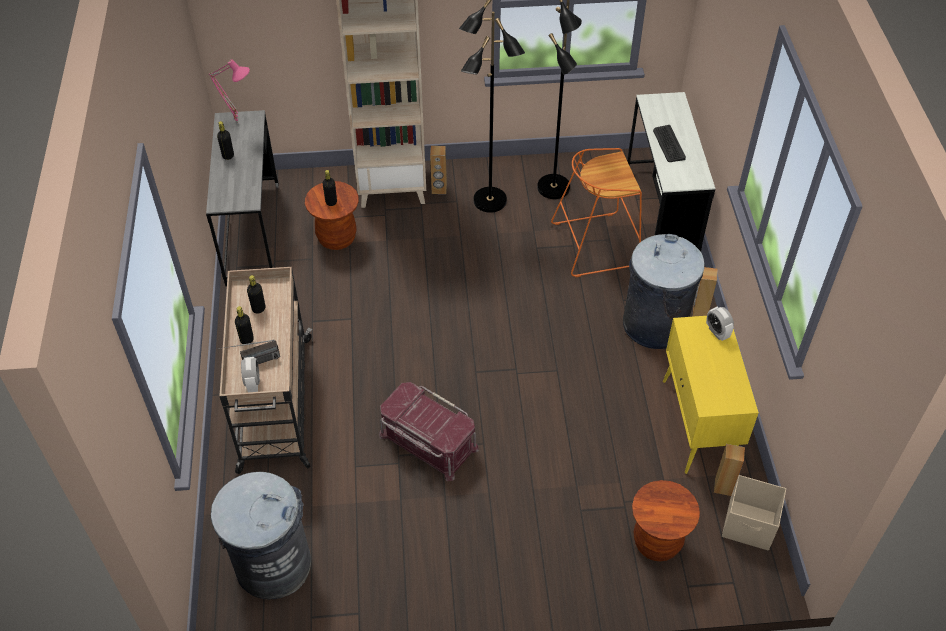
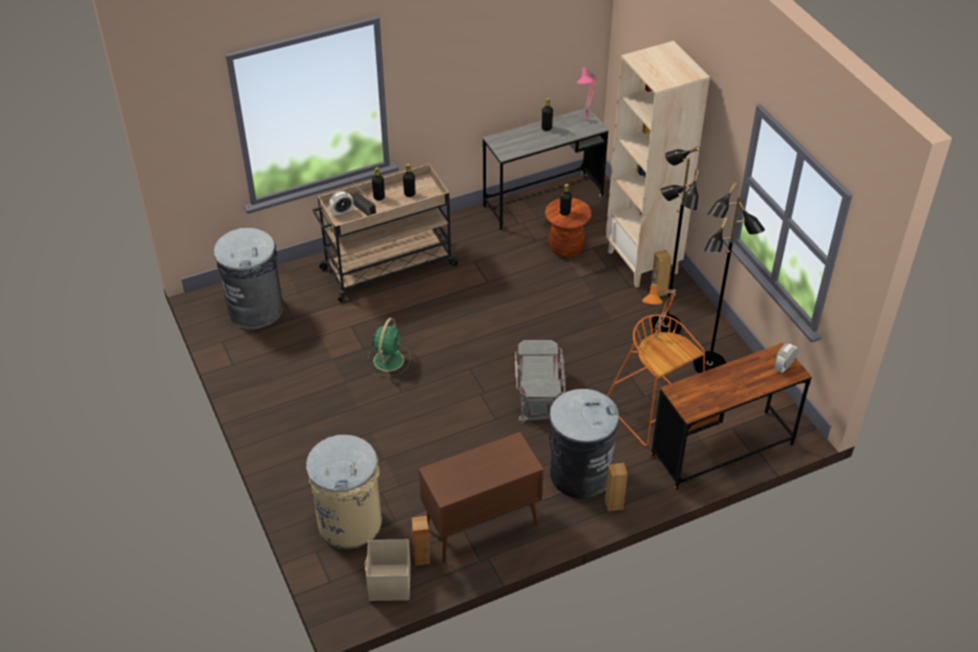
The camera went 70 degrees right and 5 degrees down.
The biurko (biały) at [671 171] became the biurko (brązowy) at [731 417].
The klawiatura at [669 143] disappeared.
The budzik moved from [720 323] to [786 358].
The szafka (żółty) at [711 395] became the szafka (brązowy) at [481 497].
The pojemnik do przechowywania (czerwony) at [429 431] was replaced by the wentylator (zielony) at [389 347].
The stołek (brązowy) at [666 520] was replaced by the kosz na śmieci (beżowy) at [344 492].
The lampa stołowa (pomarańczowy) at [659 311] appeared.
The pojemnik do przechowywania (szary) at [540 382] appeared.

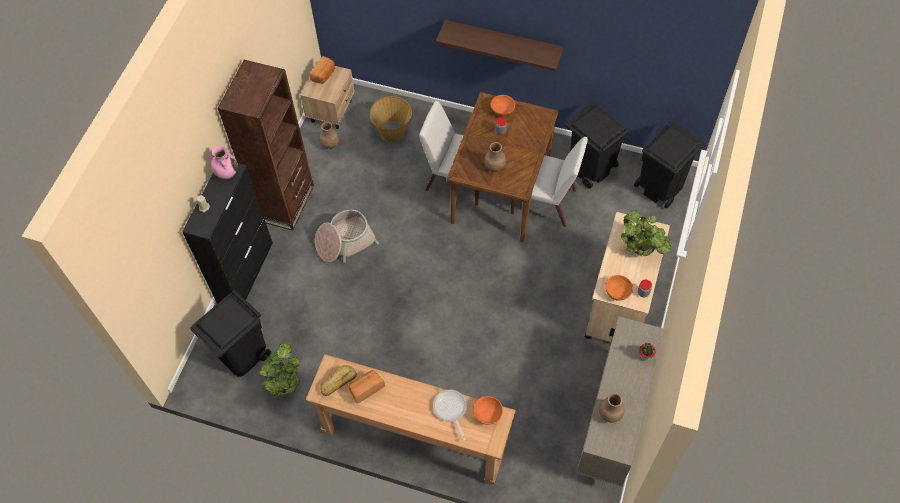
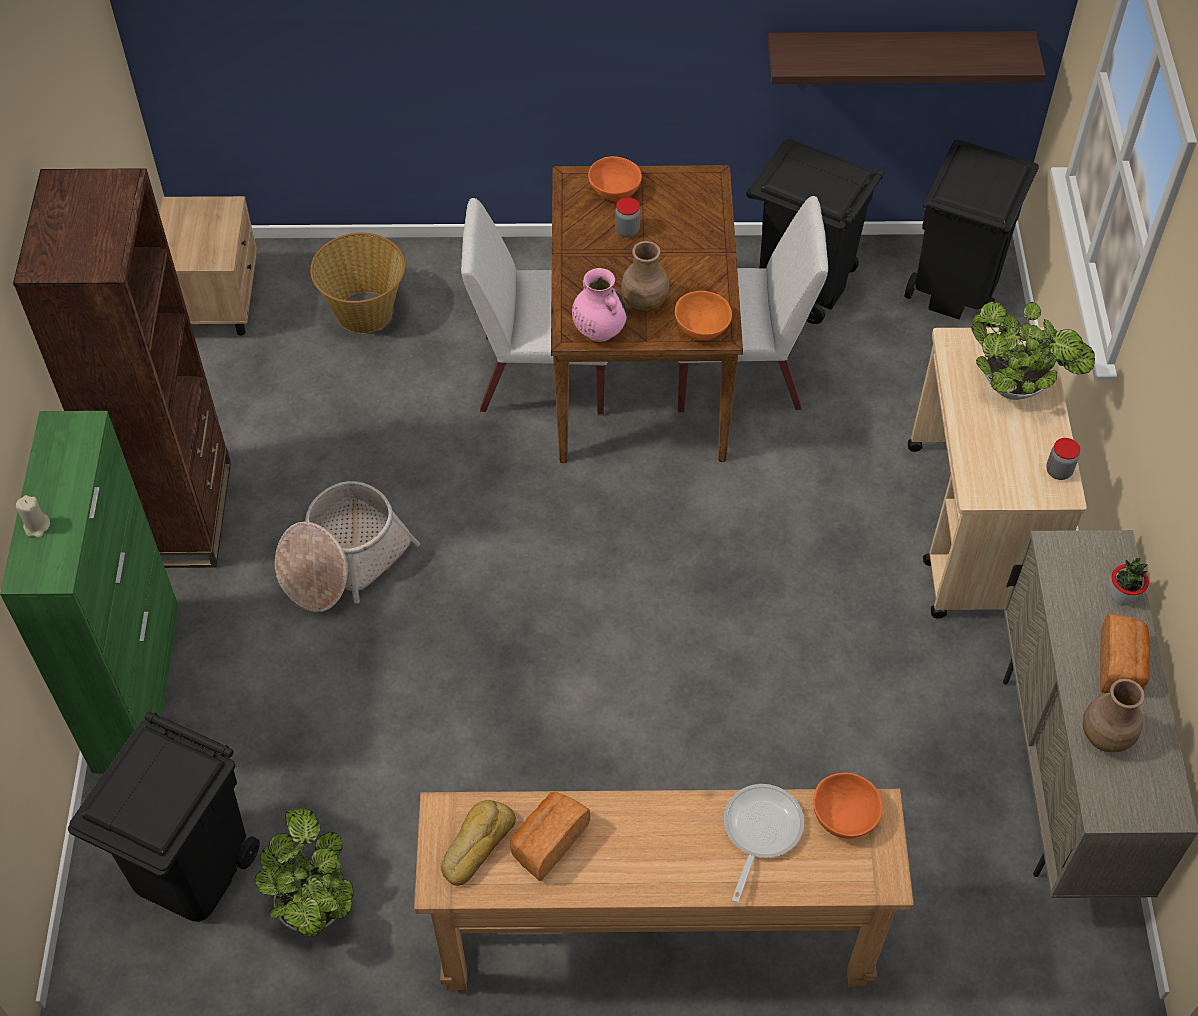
The camera went 20 degrees left and 5 degrees down.
The półka moved from [499 46] to [907 57].
The chleb moved from [322 70] to [1125 653].
The wazon (brązowy) at [329 135] disappeared.
The wazon (różowy) moved from [224 162] to [599 305].
The szafka (czarny) at [227 233] became the szafka (zielony) at [89 592].
The miska (pomarańczowy) moved from [619 288] to [703 315].
The patelnia at [450 415] turned 60 degrees clockwise.

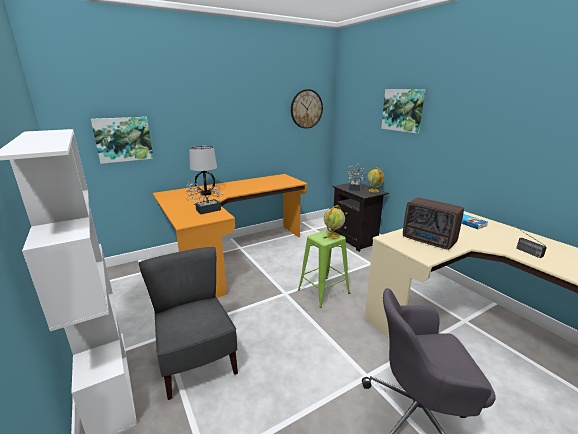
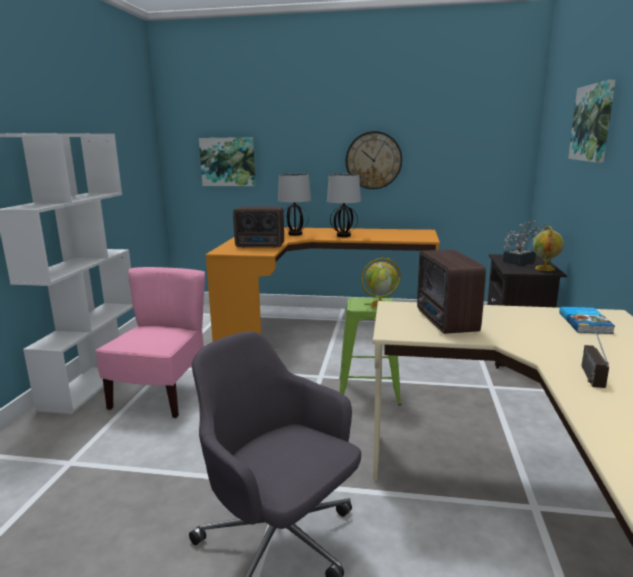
The camera went 40 degrees right and 5 degrees down.
The zegar ścienny moved from [307 109] to [374 160].
The roślina doniczkowa at [205 198] was replaced by the radio at [258 227].
The krzesło (szary) at [188 323] became the krzesło (różowy) at [150 342].
The lampa stołowa at [344 205] appeared.

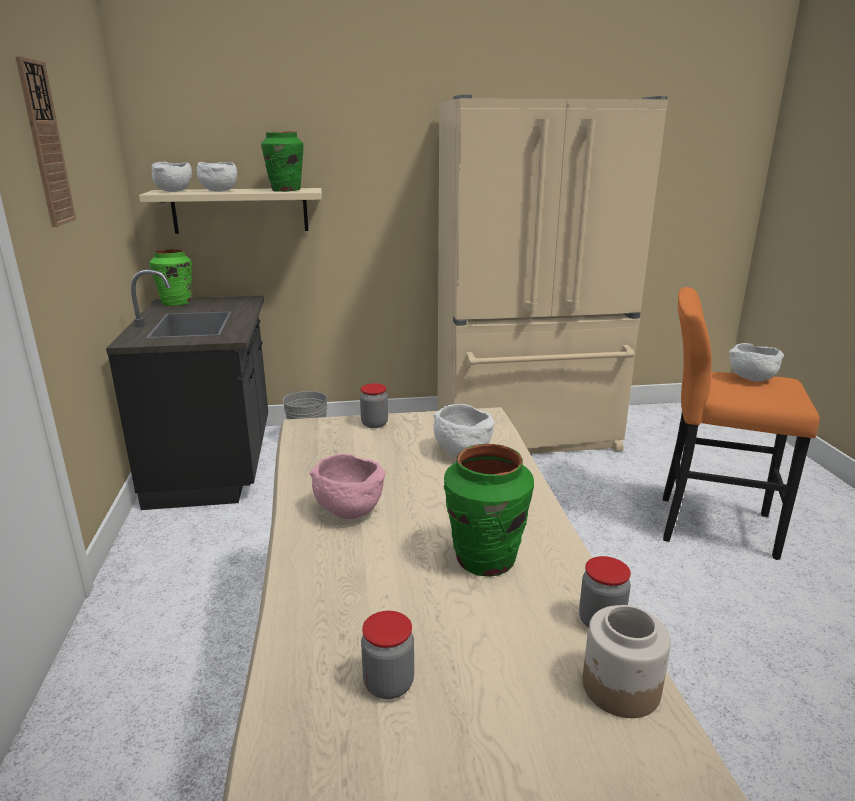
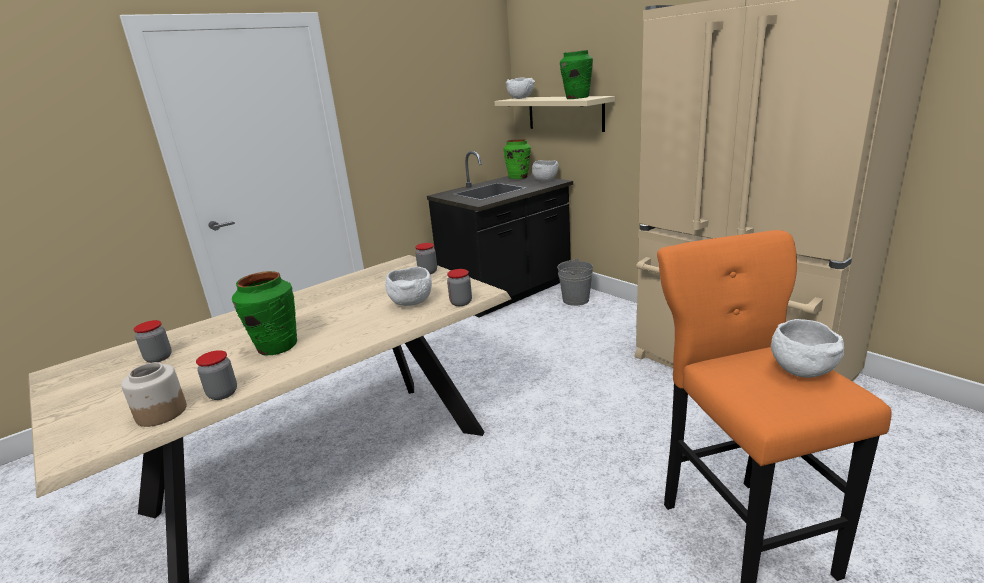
The camera went 60 degrees right and 0 degrees up.
The zegar ścienny at [45 141] disappeared.
The miska (biały) moved from [217 177] to [545 170].
The miska (różowy) at [348 486] disappeared.
The słoik at [459 287] appeared.

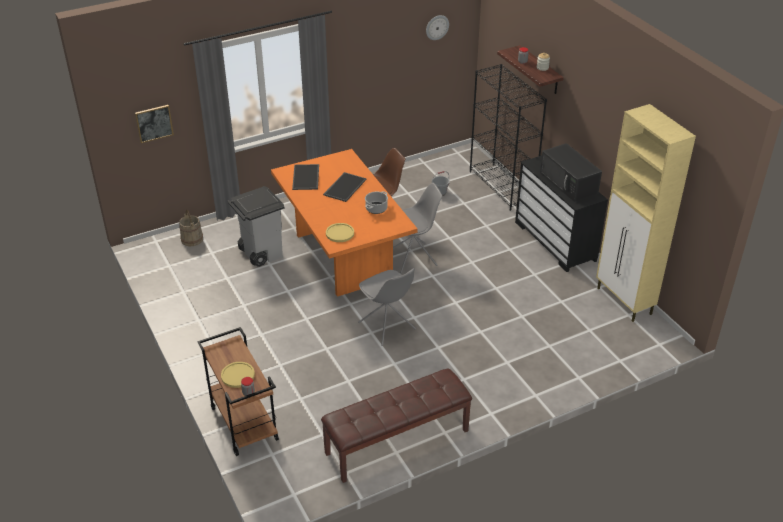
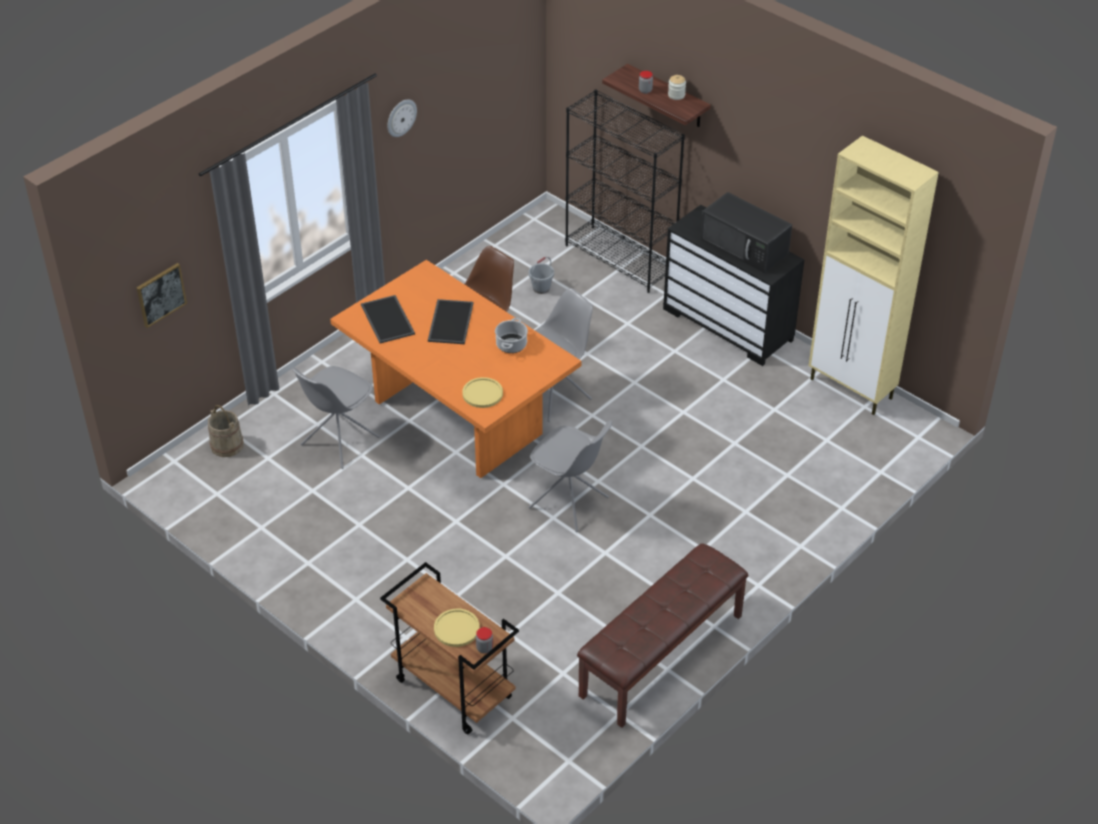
The camera went 20 degrees left and 5 degrees up.
The zegar ścienny moved from [437 27] to [402 118].
The kosz na śmieci (szary) at [256 226] was replaced by the krzesło (szary) at [336 417].

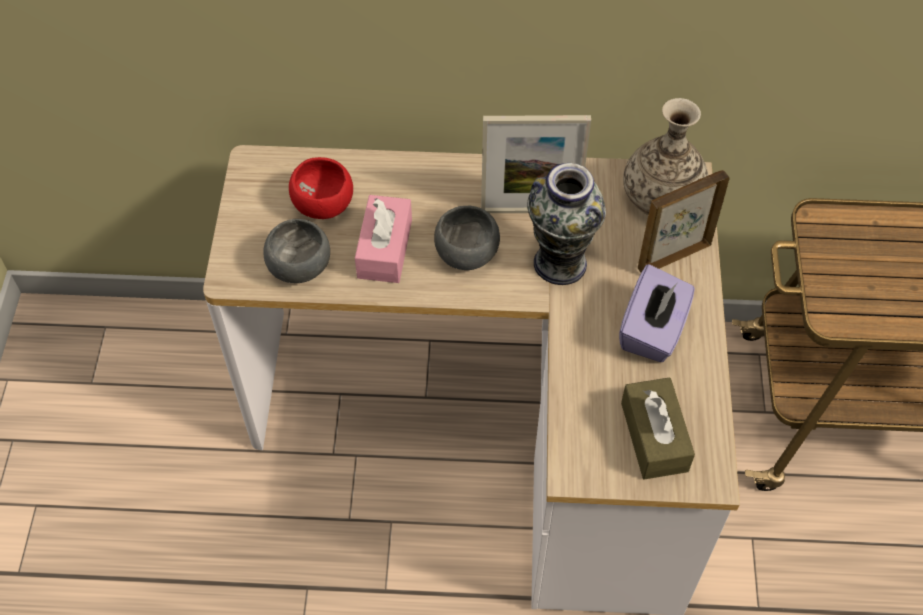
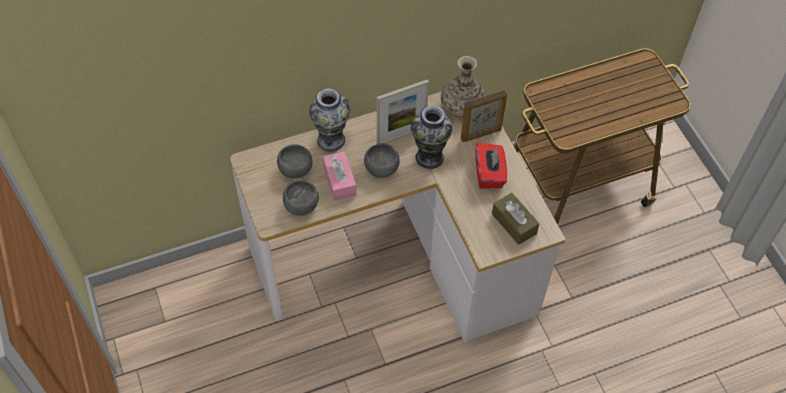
The camera went 25 degrees left and 0 degrees up.
The miska (czerwony) at [321 188] became the miska (szary) at [294 161].
The ramka na zdjęcie at [684 221] turned 150 degrees counterclockwise.
The pudełko chusteczek (fioletowy) at [657 313] became the pudełko chusteczek (czerwony) at [491 165].
The wazon at [329 120] appeared.

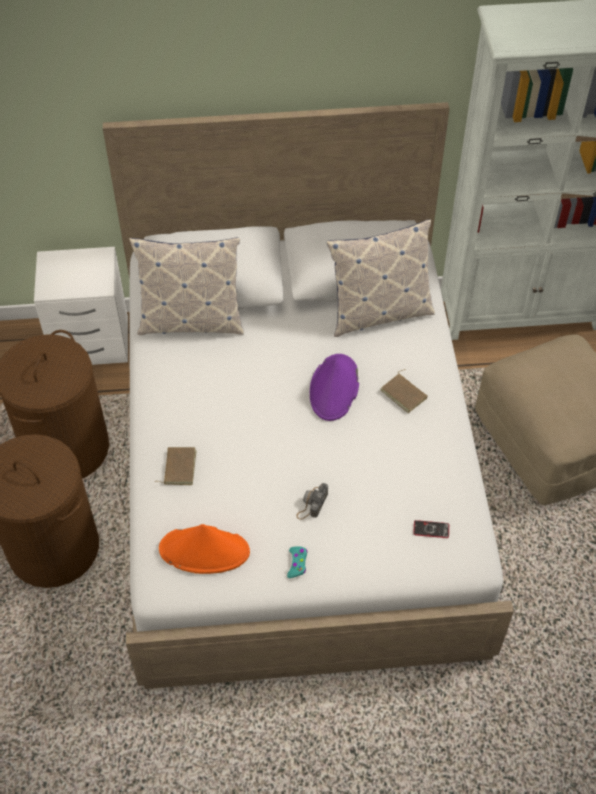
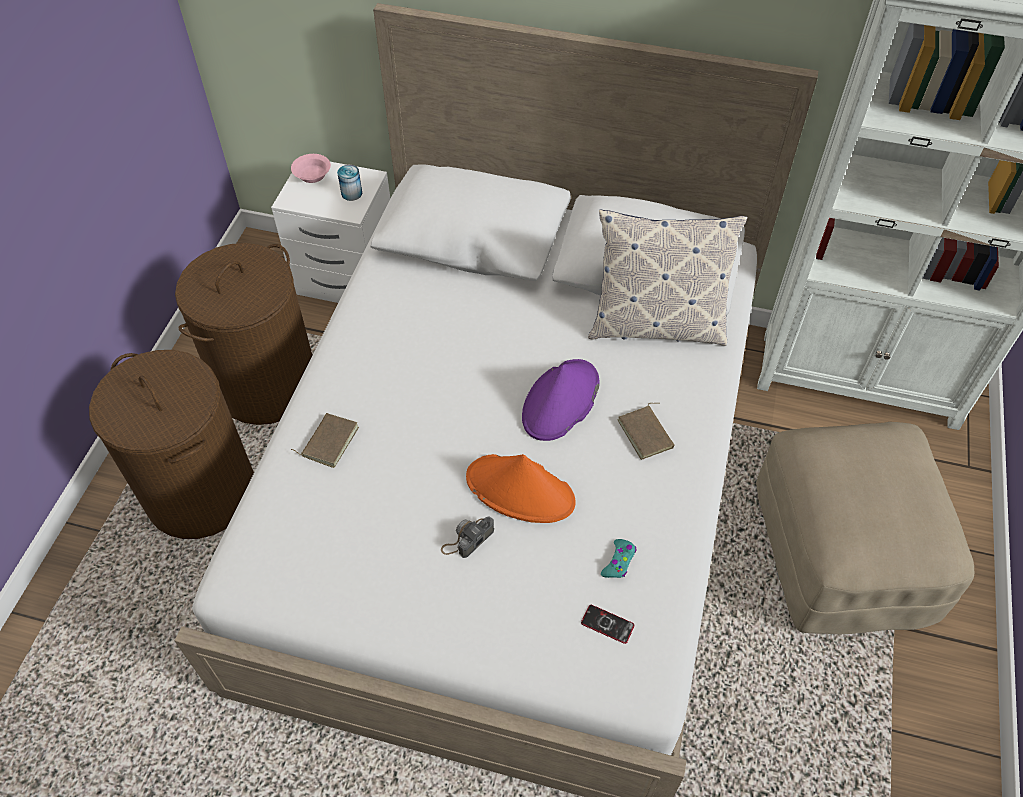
The camera went 20 degrees right and 0 degrees up.
The poduszka at [186 286] disappeared.
The kapelusz (pomarańczowy) moved from [204 549] to [520 488].
The pad do gier (turkusowy) moved from [297 562] to [618 558].
The miska (różowy) at [311 168] appeared.
The puszka at [349 183] appeared.

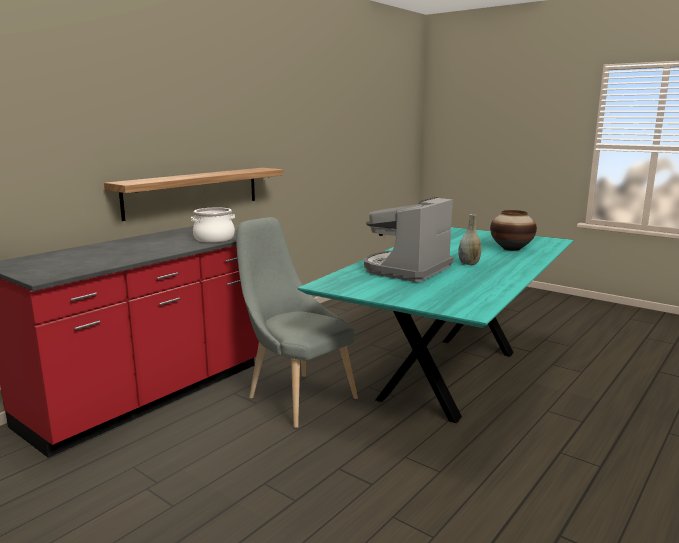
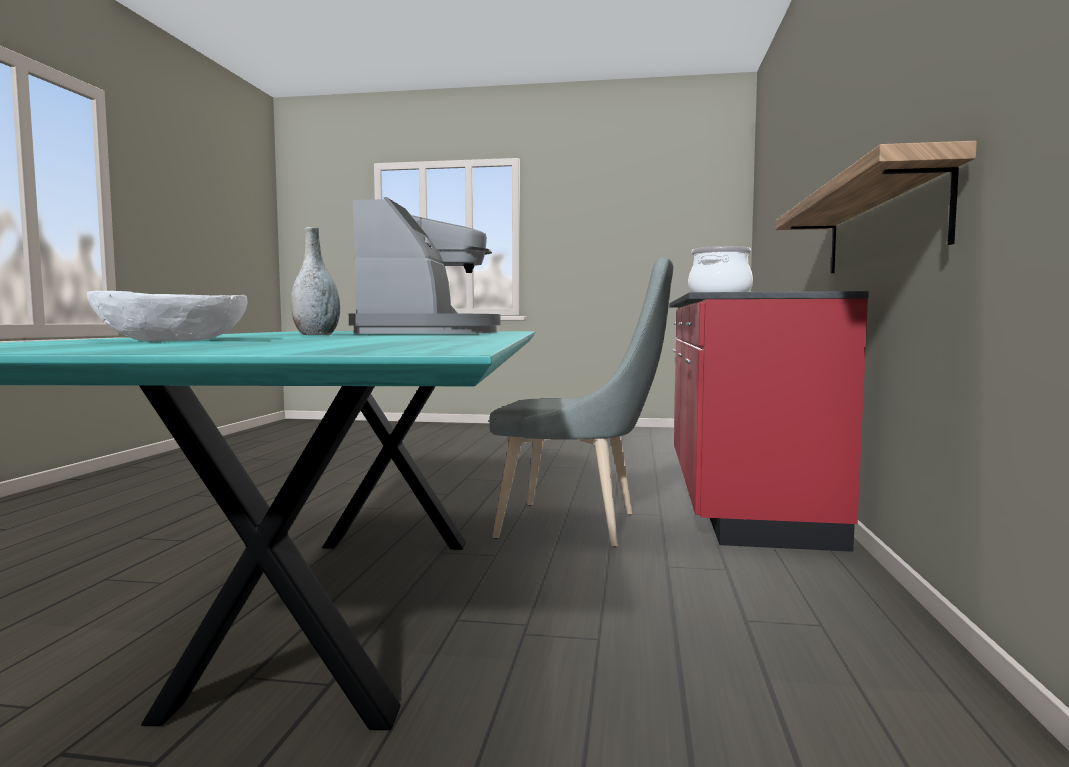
The camera went 150 degrees right and 10 degrees down.
The wazon at [513 230] was replaced by the miska (biały) at [167 316].

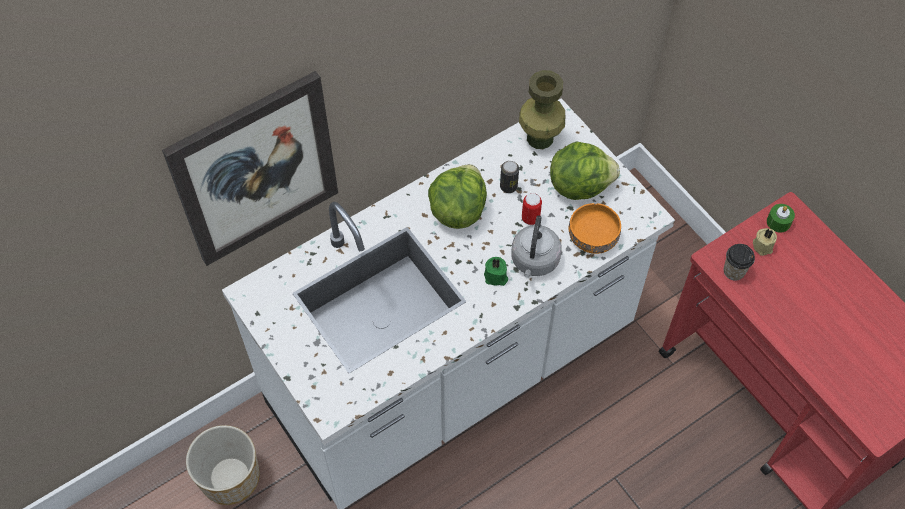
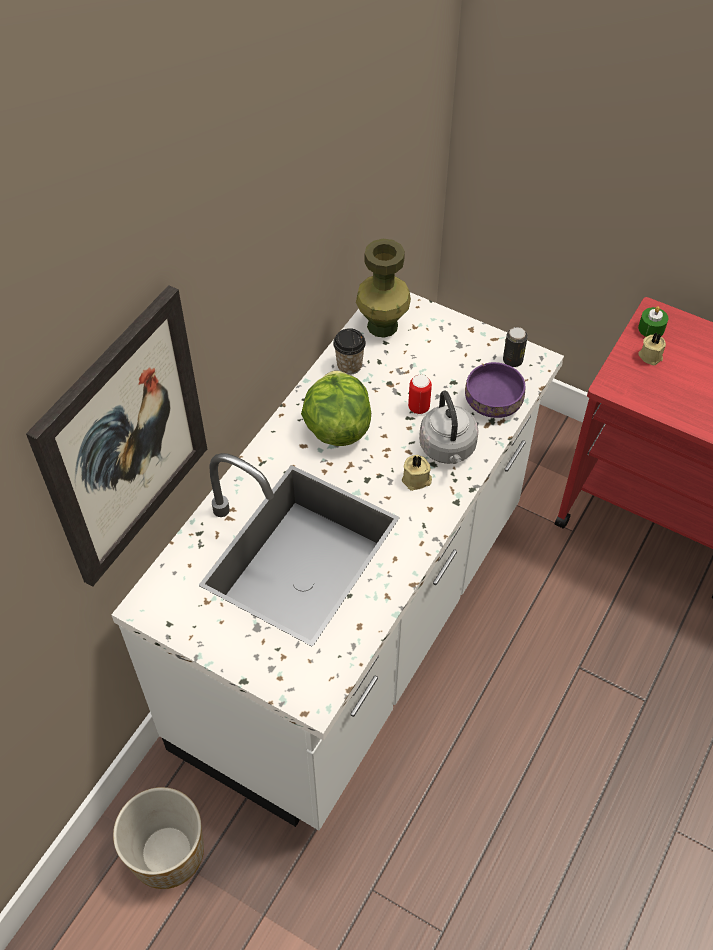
The camera went 25 degrees left and 5 degrees down.
The sałata at [585 170] disappeared.
The puszka moved from [509 177] to [515 347].
The miska (pomarańczowy) at [595 228] became the miska (fioletowy) at [495 390].
The filiżanka moved from [739 262] to [349 351].
The świeca (zielony) at [496 271] became the świeca (beżowy) at [417 473].

